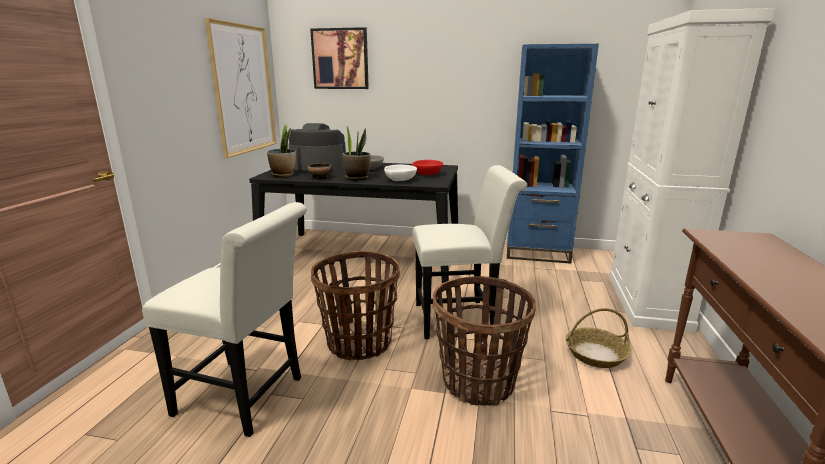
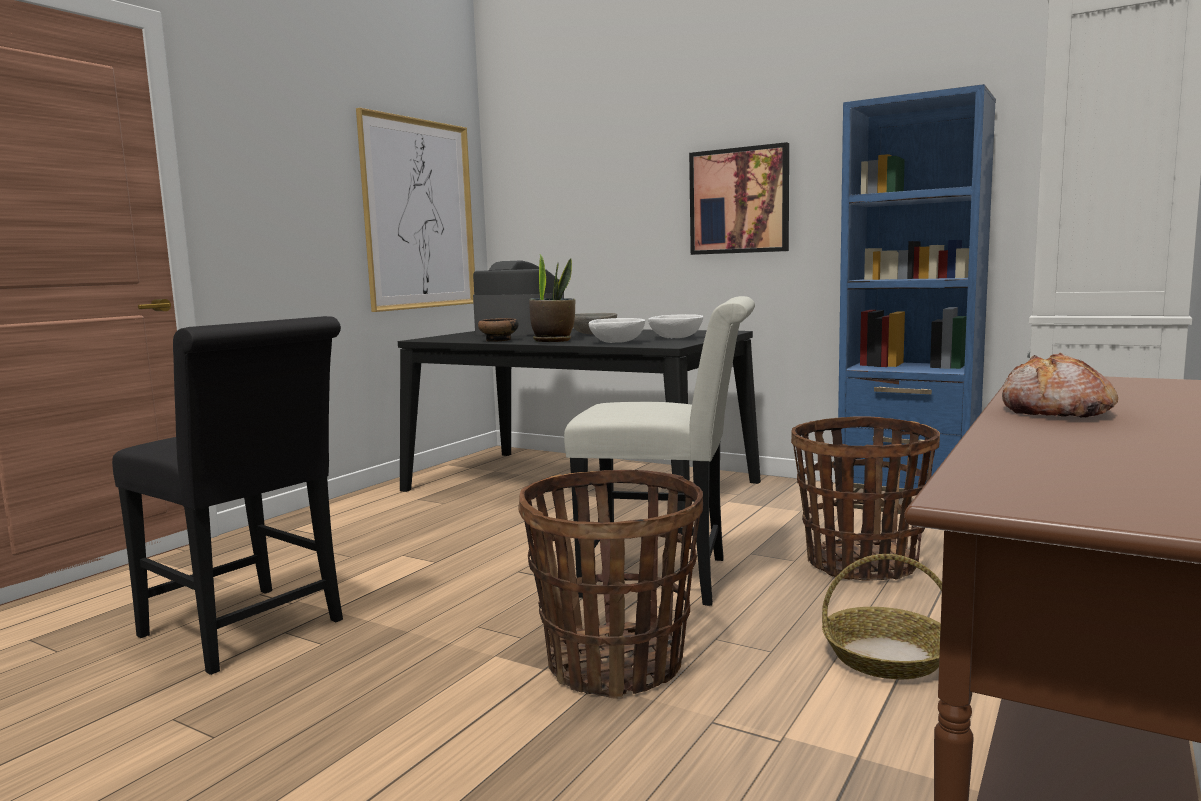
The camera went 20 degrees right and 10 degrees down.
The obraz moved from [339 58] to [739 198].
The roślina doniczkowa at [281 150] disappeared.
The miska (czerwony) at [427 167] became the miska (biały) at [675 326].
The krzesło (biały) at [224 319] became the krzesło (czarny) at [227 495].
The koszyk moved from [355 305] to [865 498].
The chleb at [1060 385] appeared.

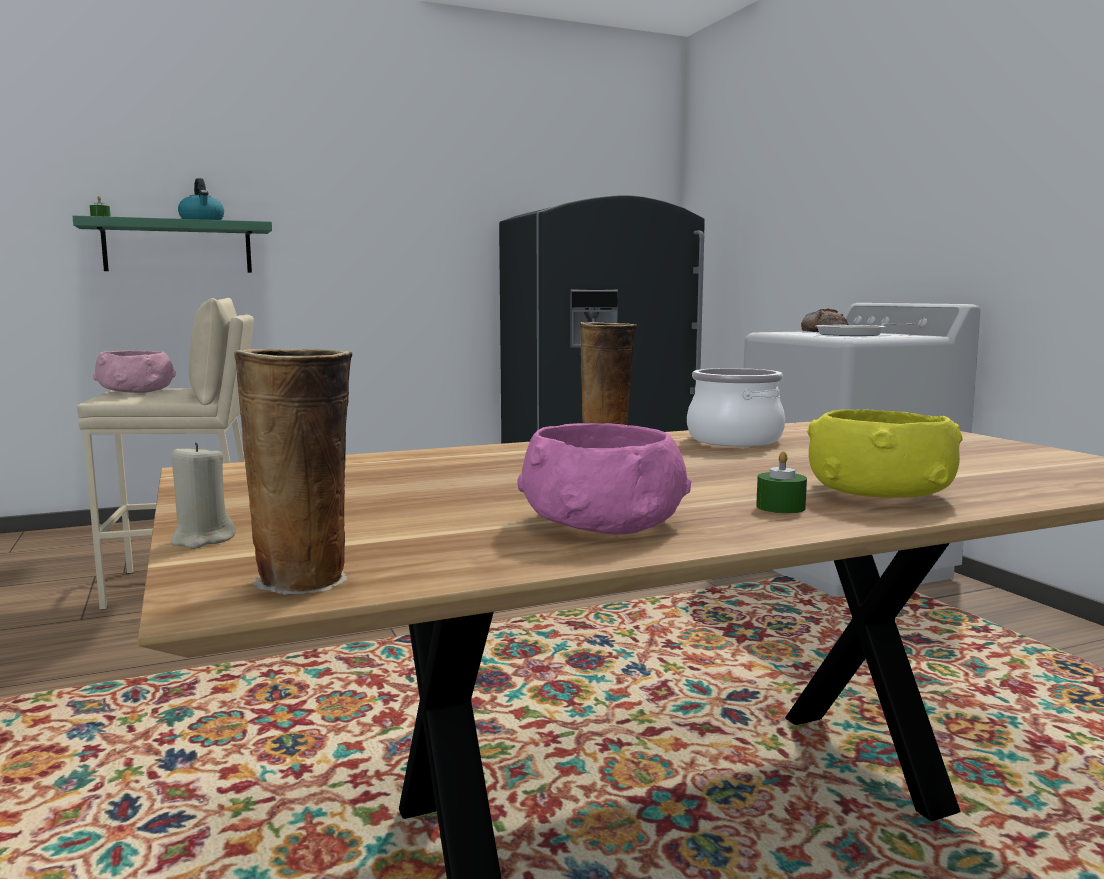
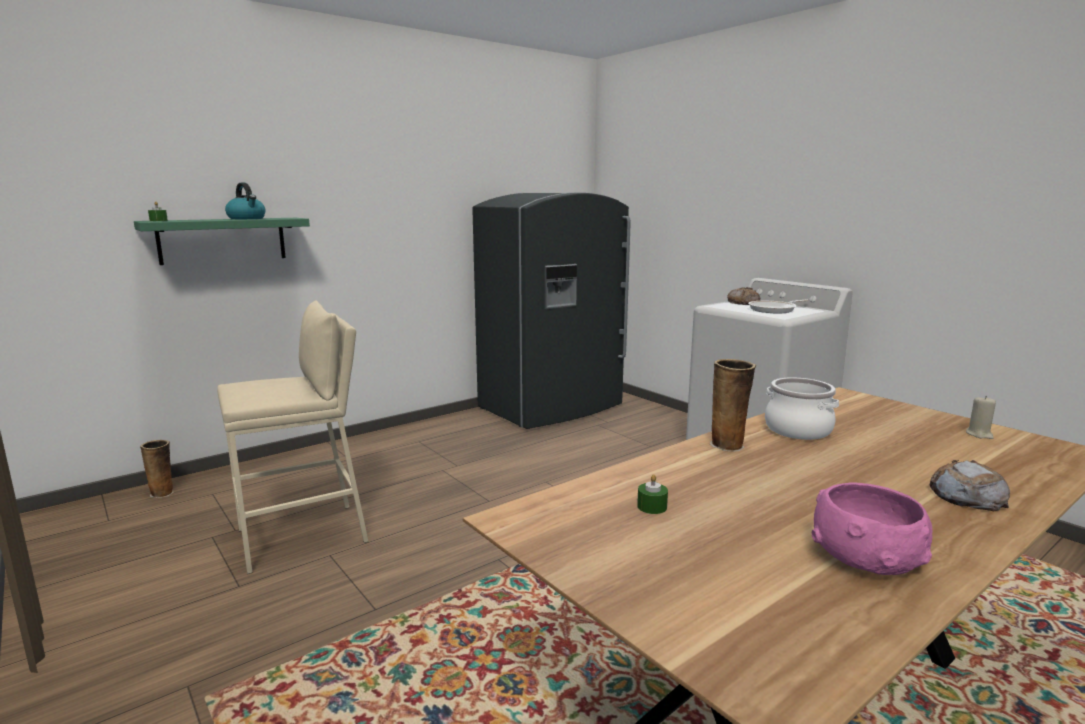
The camera went 15 degrees left and 5 degrees up.
The wazon moved from [293 472] to [157 469].
The miska (różowy) at [134 371] disappeared.
The miska (żółty) at [885 453] was replaced by the chleb at [970 485].
The świeca (beżowy) moved from [203 495] to [981 417].
The świeca (zielony) moved from [781 482] to [652 494].

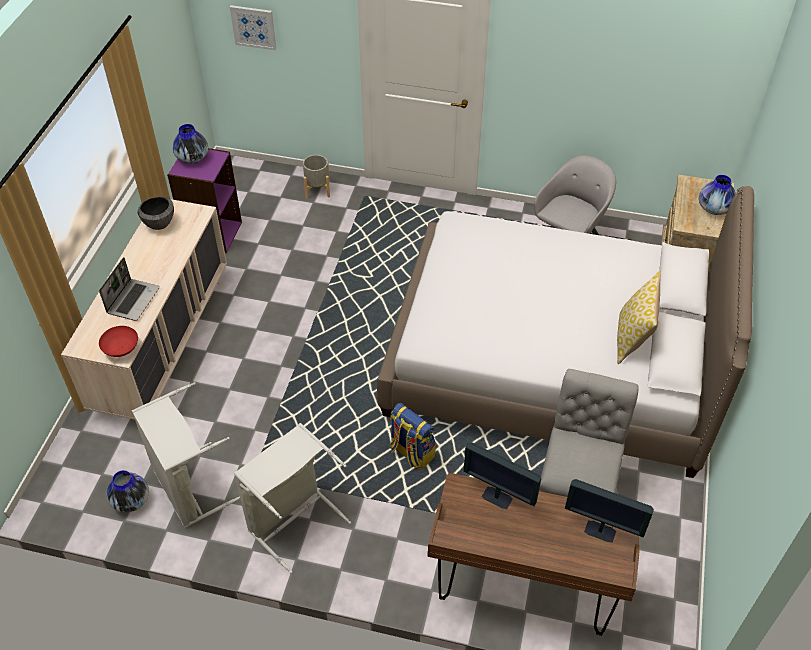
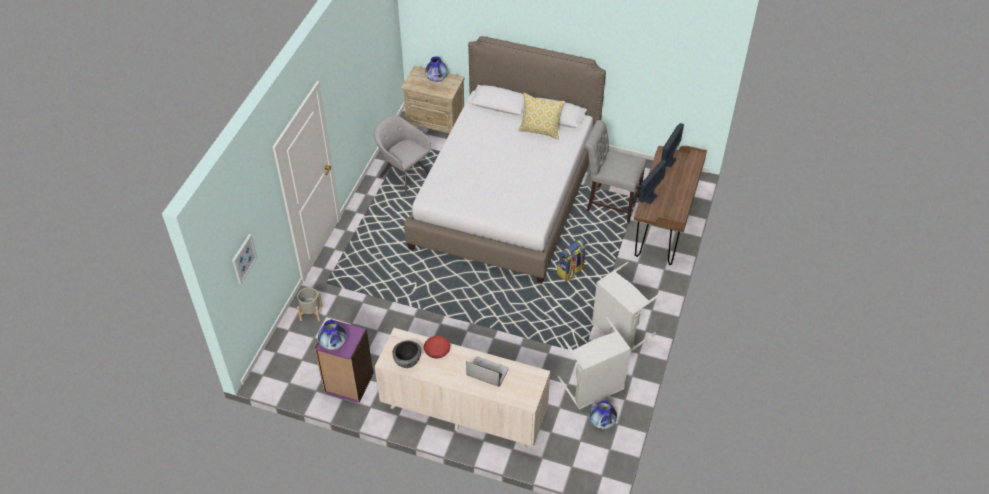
The camera went 85 degrees left and 0 degrees up.
The miska (czerwony) moved from [118 341] to [437 347].

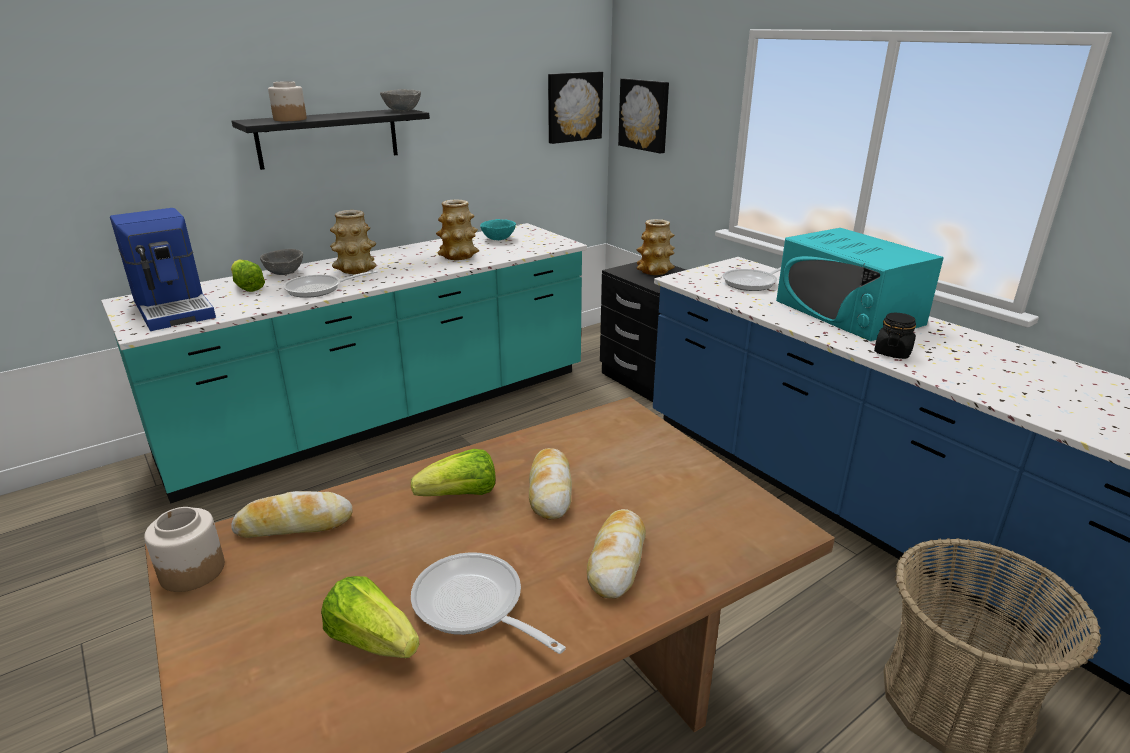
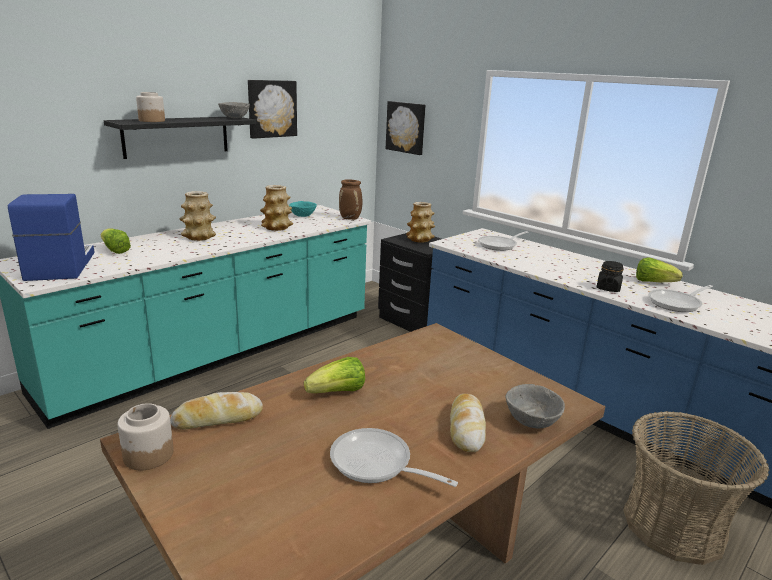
The camera went 10 degrees left and 5 degrees down.
The obraz moved from [575 108] to [272 109].
The ekspres do kawy at [163 269] turned 150 degrees counterclockwise.
The mikrofalówka (turkusowy) at [860 284] disappeared.
The miska (szary) moved from [281 262] to [535 406].
The patelnia moved from [330 284] to [680 298].
The chleb at [550 483] disappeared.
The sałata moved from [370 617] to [659 269].
The wazon (brązowy) at [350 199] appeared.

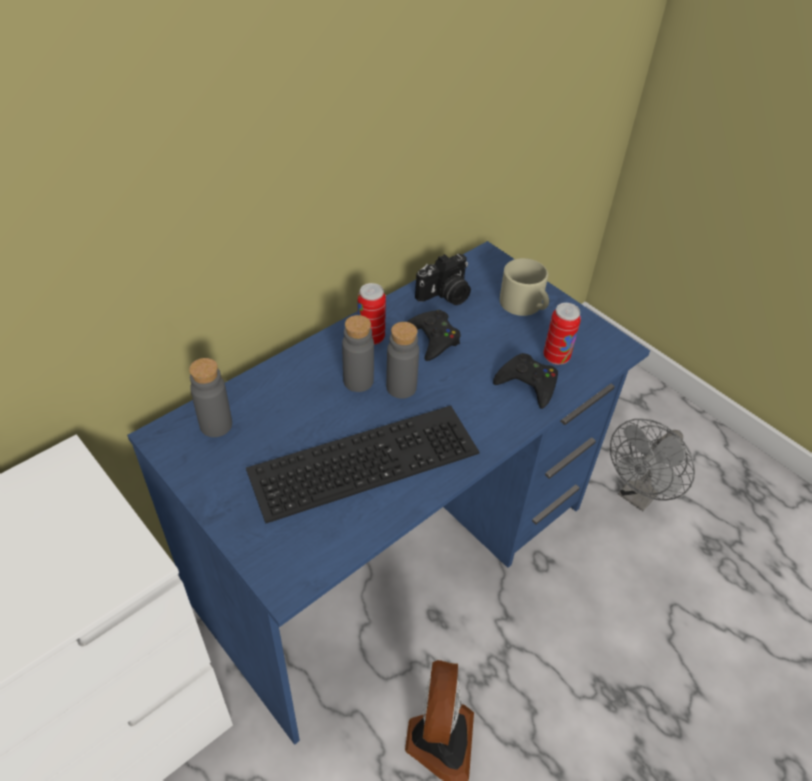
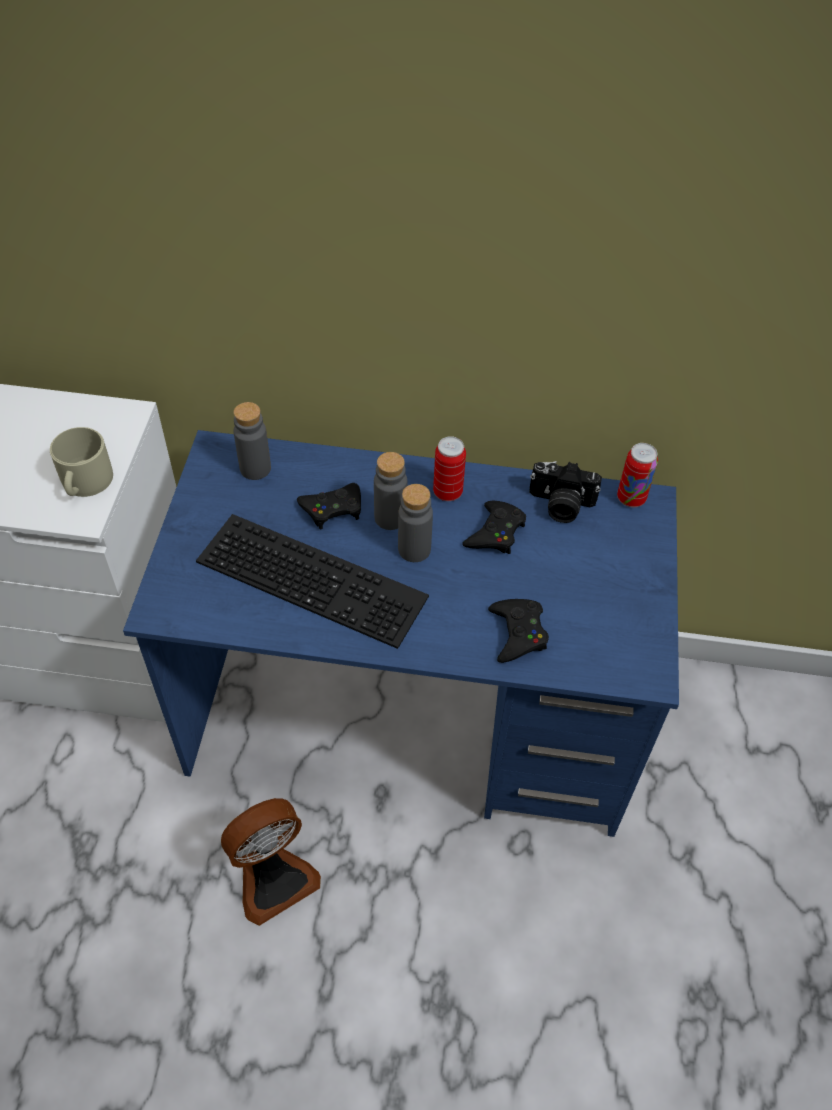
The camera went 50 degrees right and 5 degrees up.
The kubek (beżowy) moved from [524 287] to [81 462].
The puszka moved from [562 334] to [637 475].
The wentylator (szary) at [652 465] disappeared.
The pad do gier (czarny) at [329 506] appeared.

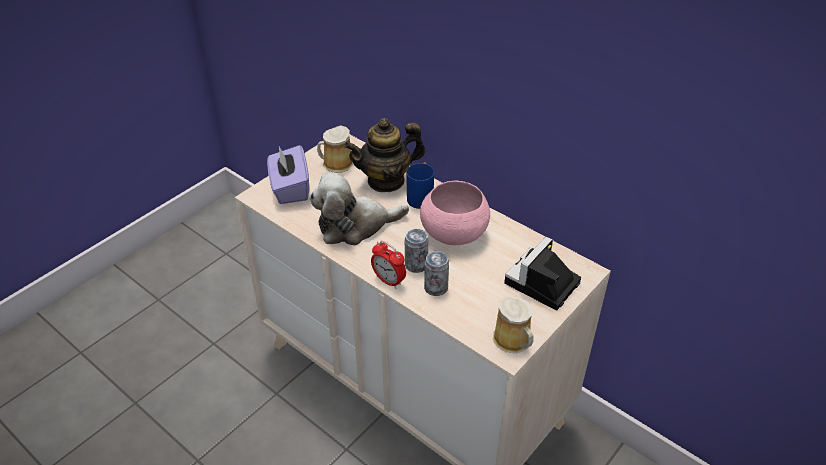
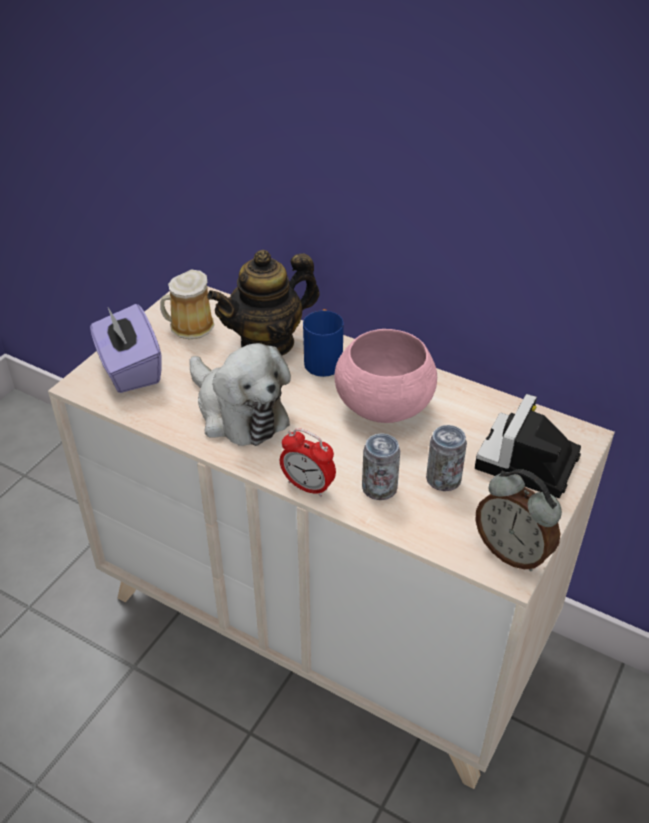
The camera went 10 degrees left and 0 degrees up.
The pluszak at [359 208] turned 105 degrees counterclockwise.
The puszka moved from [416 251] to [446 458].
The kubek at [513 325] was replaced by the budzik at [518 520].

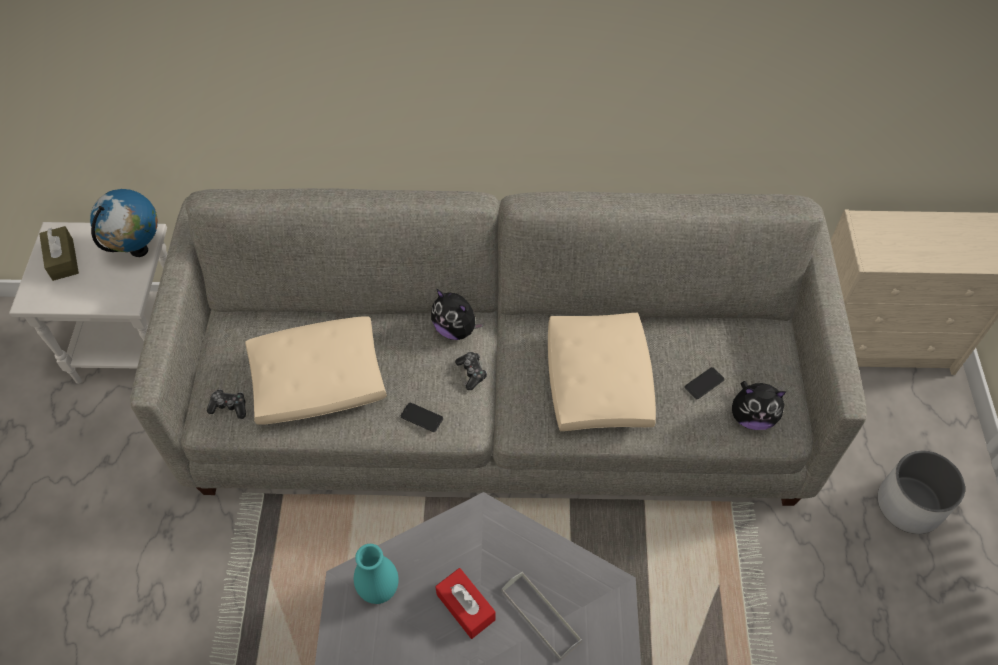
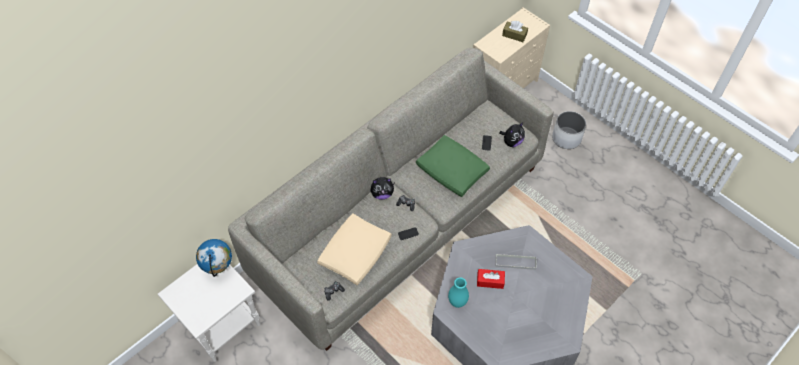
The camera went 45 degrees left and 0 degrees up.
The pudełko chusteczek (brązowy) moved from [59 253] to [515 31].
The poduszka (beżowy) at [602 372] became the poduszka (zielony) at [453 166].

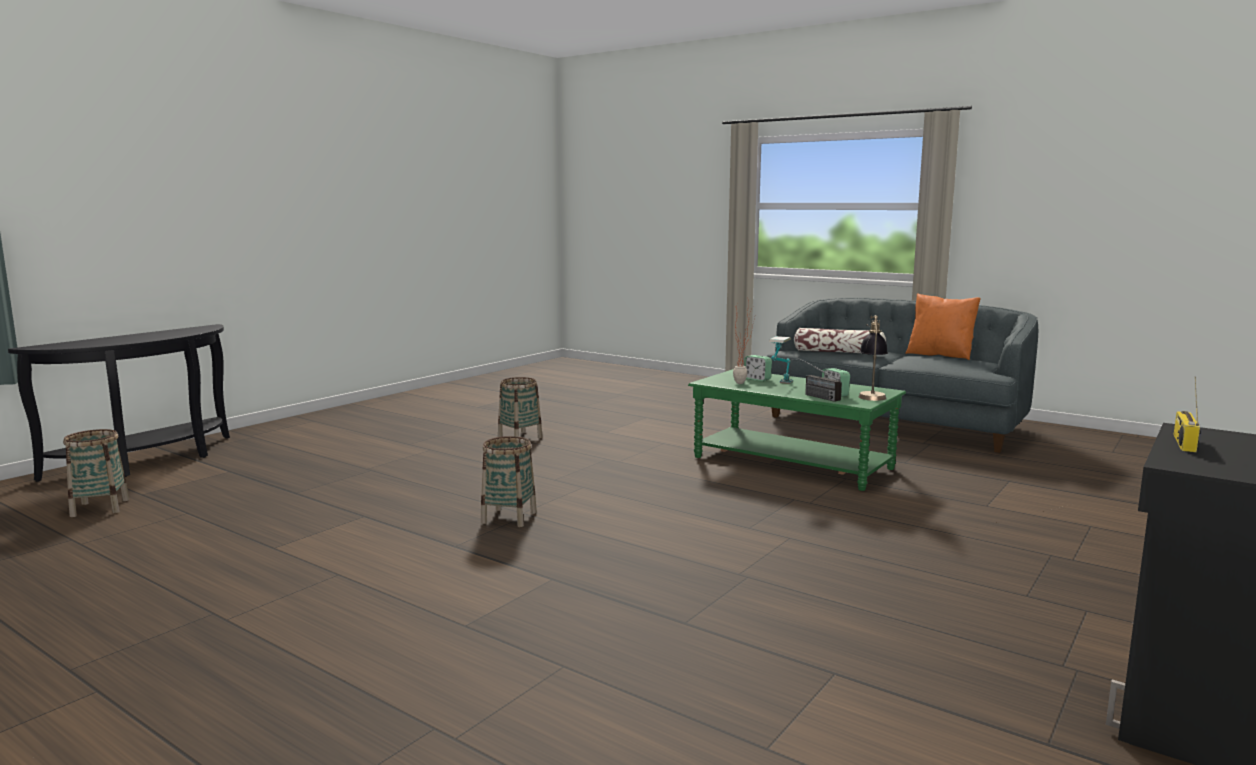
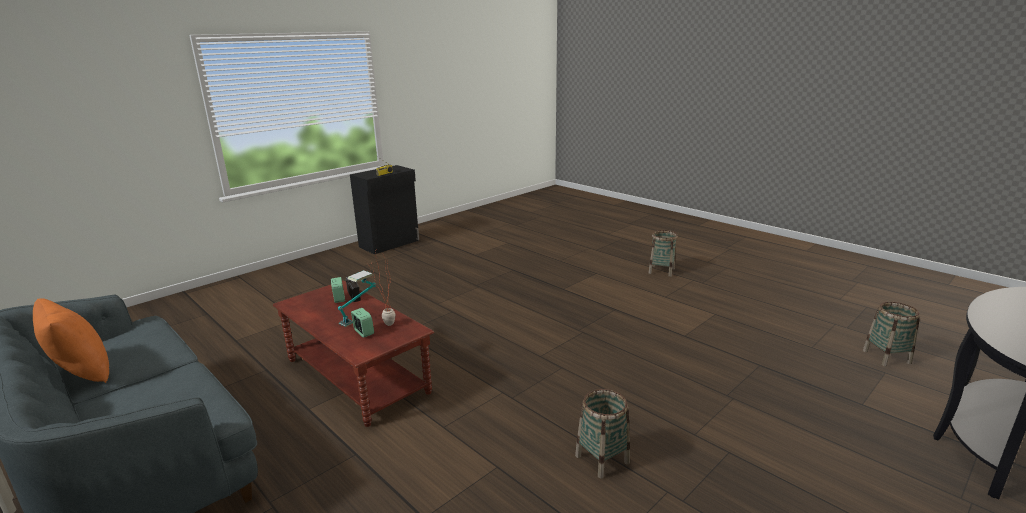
The camera went 170 degrees left and 10 degrees up.
The lampa stołowa at [873 358] disappeared.
The poduszka at [840 340] disappeared.
The ława (zielony) at [797 430] became the ława (brązowy) at [353 354].
The koszyk moved from [509 481] to [662 253].

